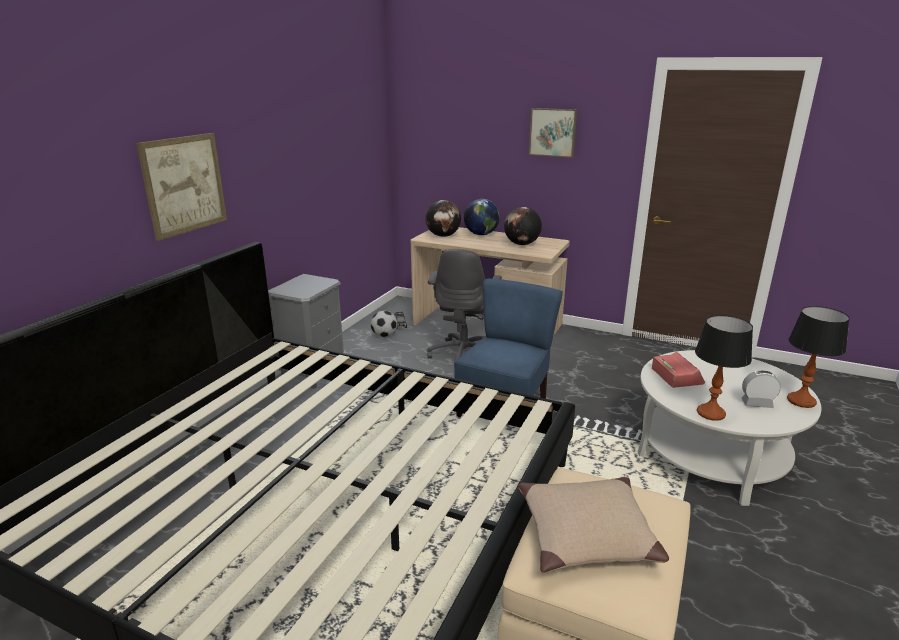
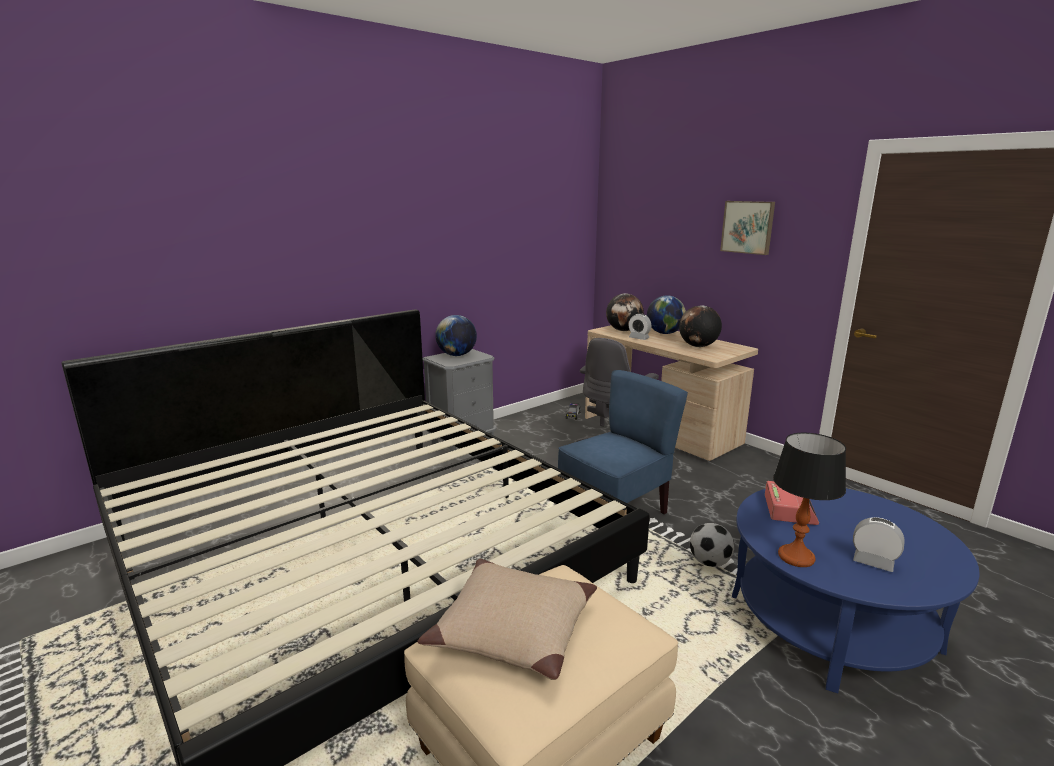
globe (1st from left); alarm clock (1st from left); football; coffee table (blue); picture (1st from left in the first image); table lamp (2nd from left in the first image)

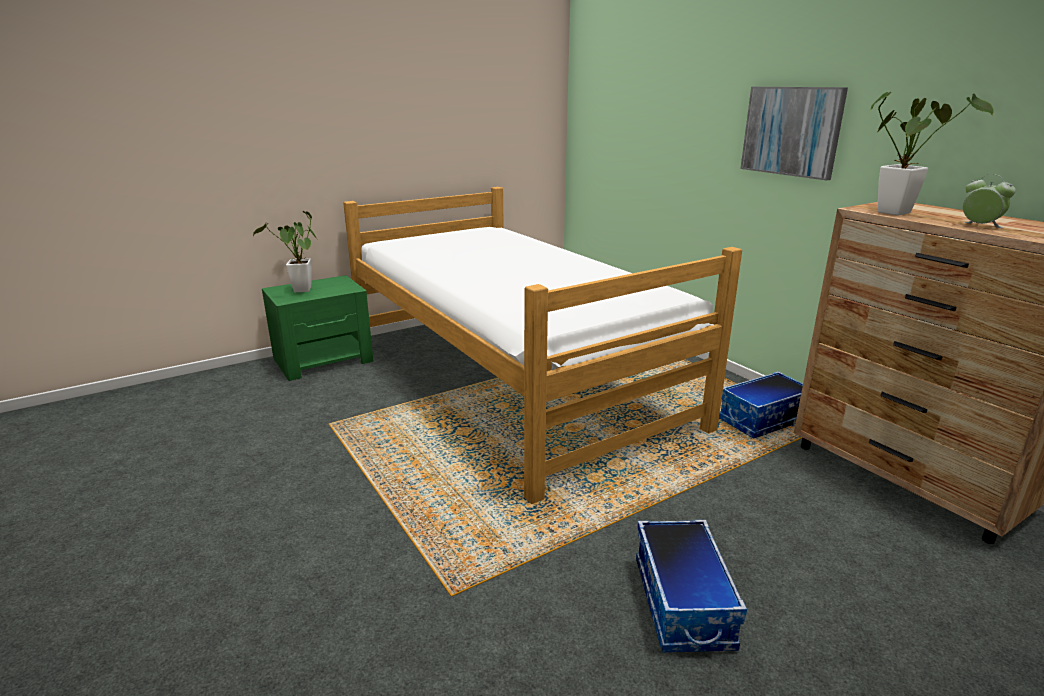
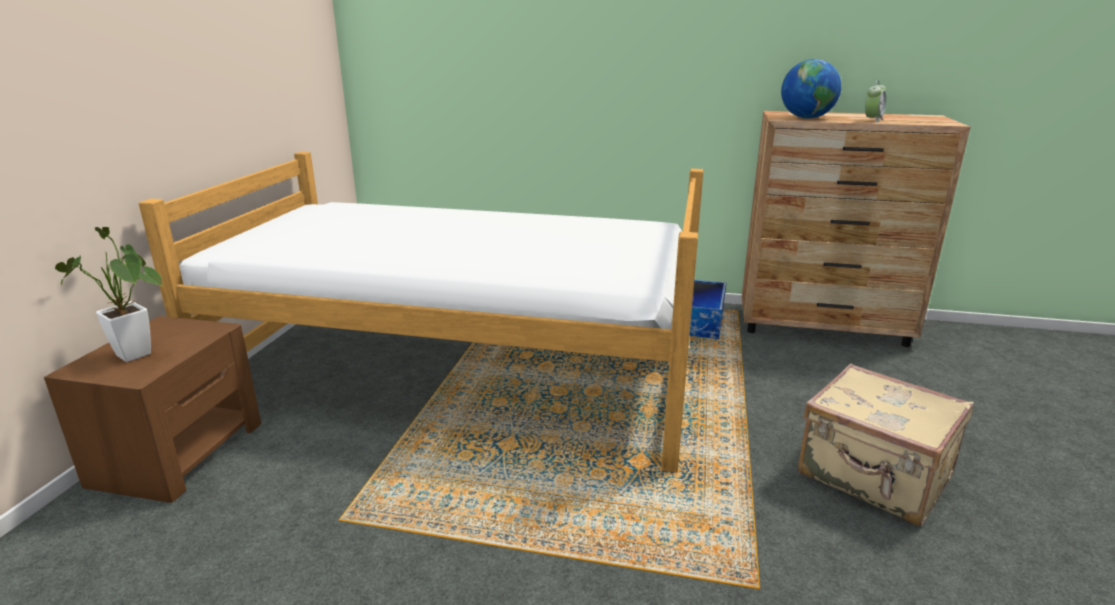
nightstand (brown); globe; suitcase (beige); alarm clock; picture

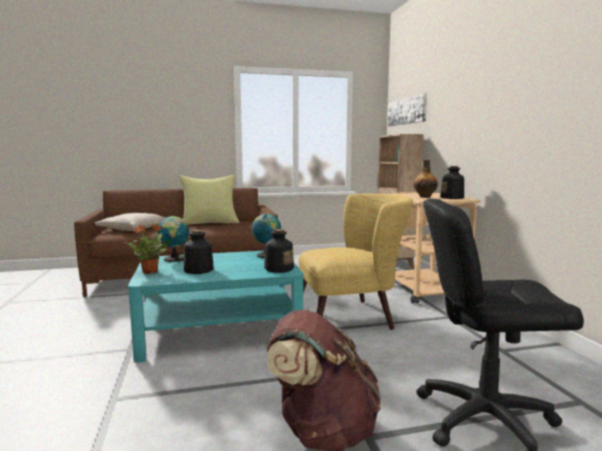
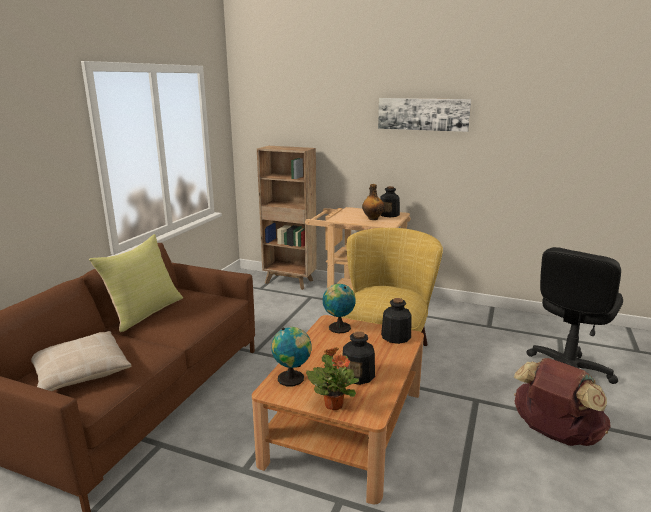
coffee table (brown); picture

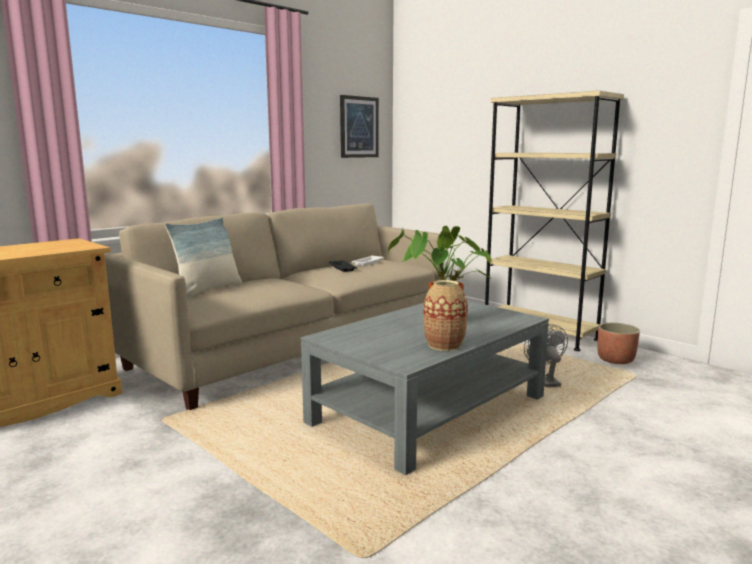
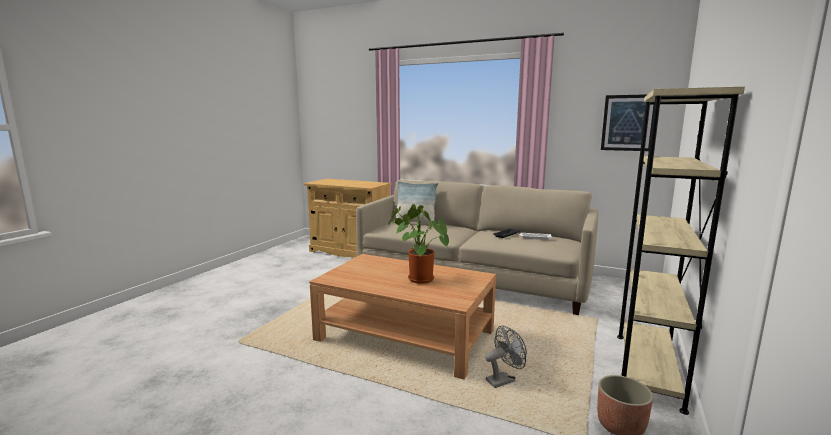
coffee table (brown); vase

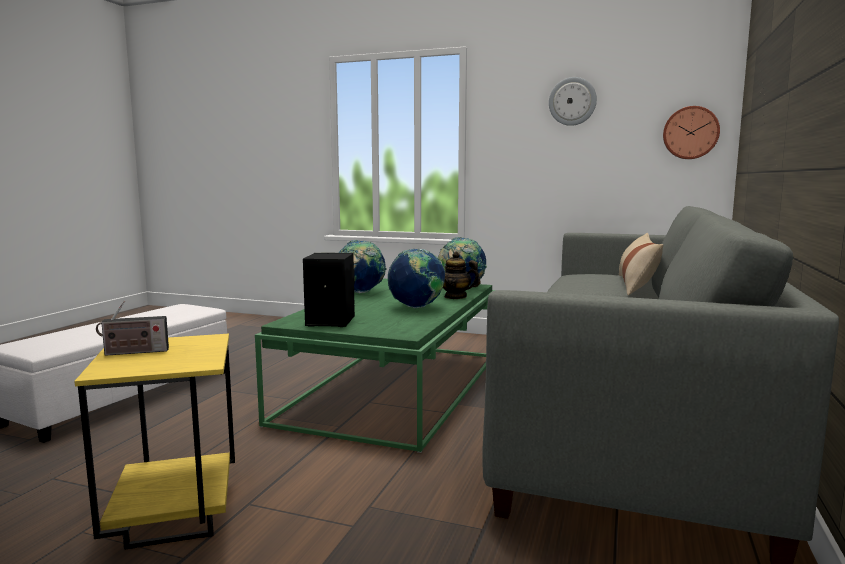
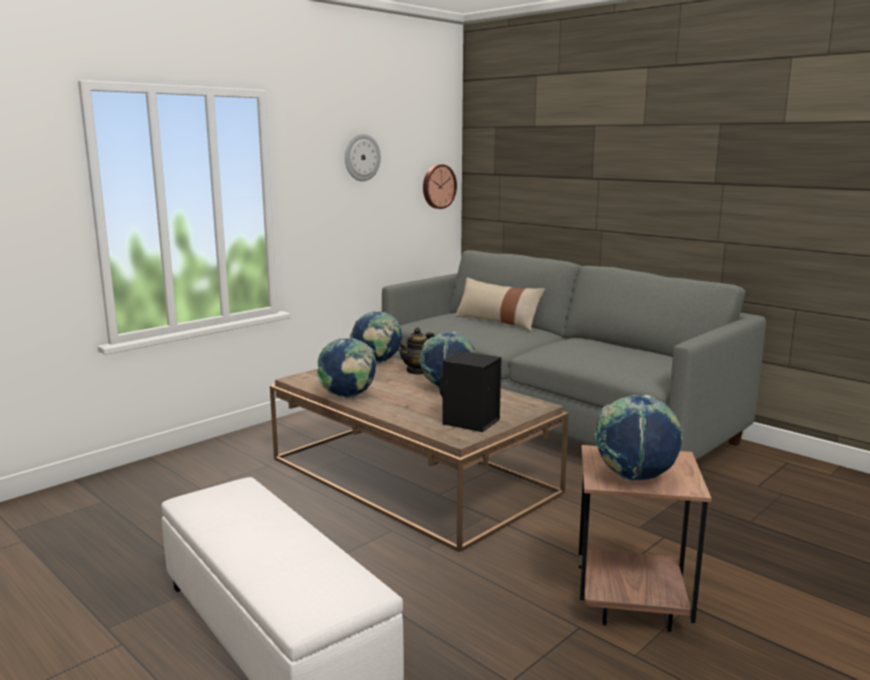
coffee table (brown); side table (brown); globe (4th from left)

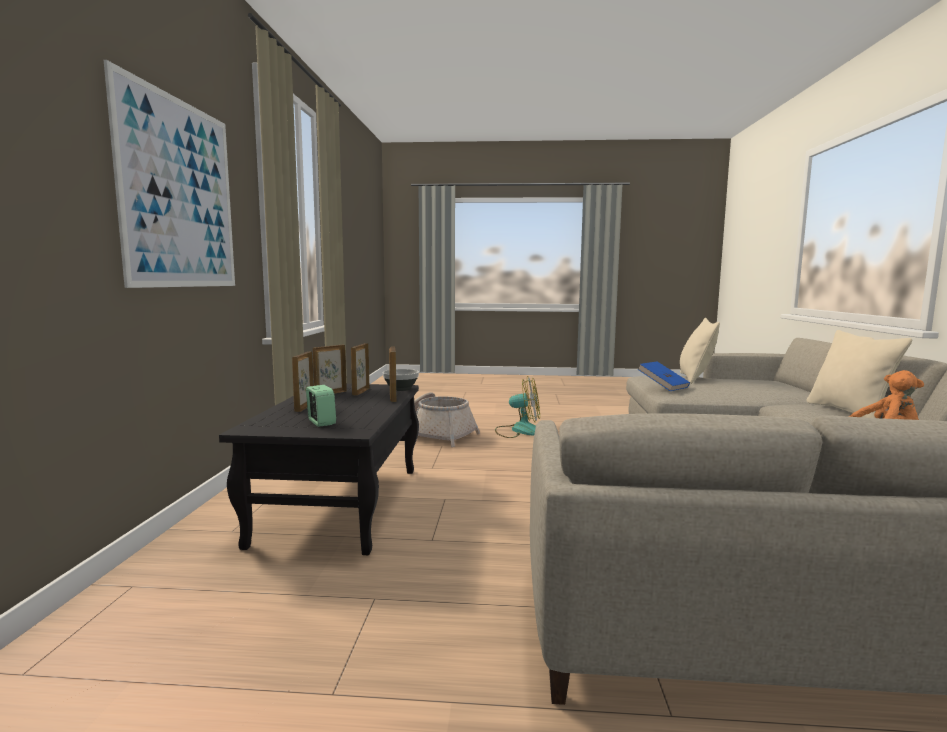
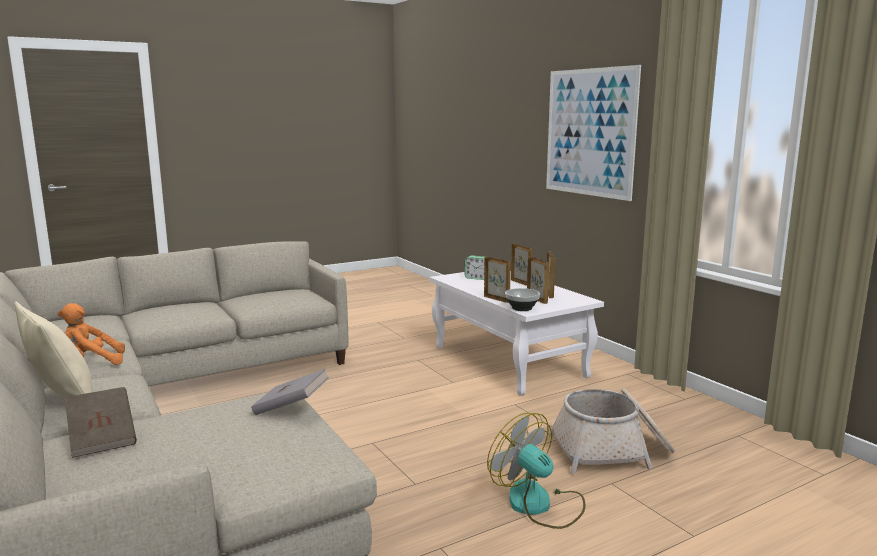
book (brown); book (grey); coffee table (white); fan; pillow (beige) (1st from left in the first image)

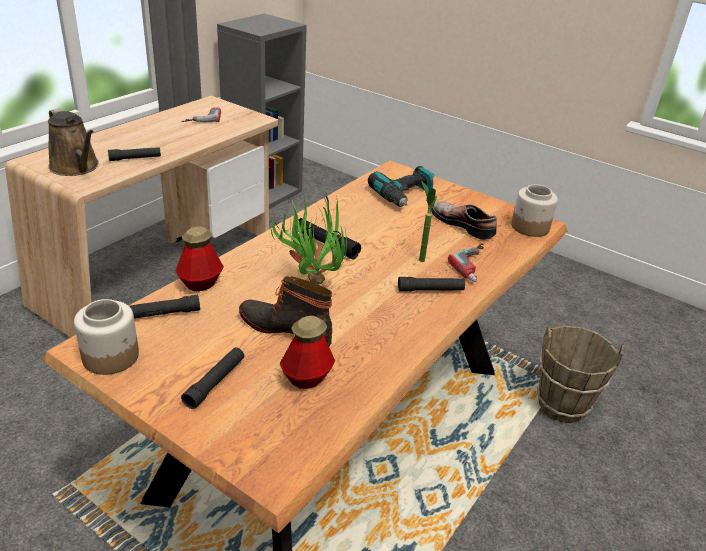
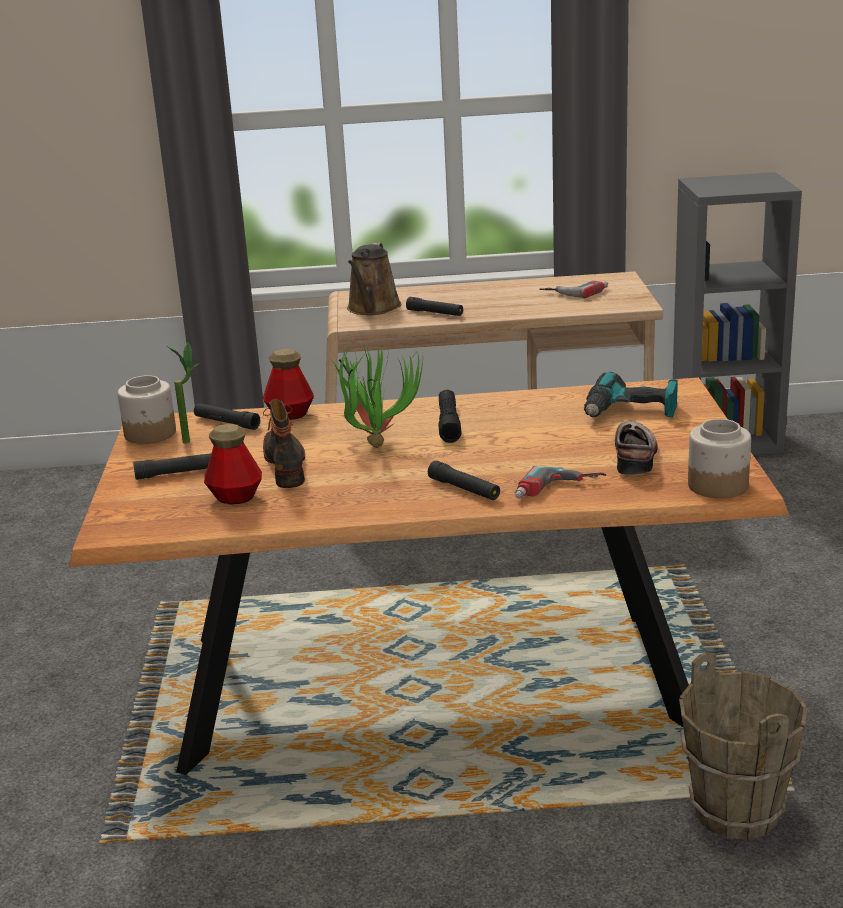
potted plant (1st from left)

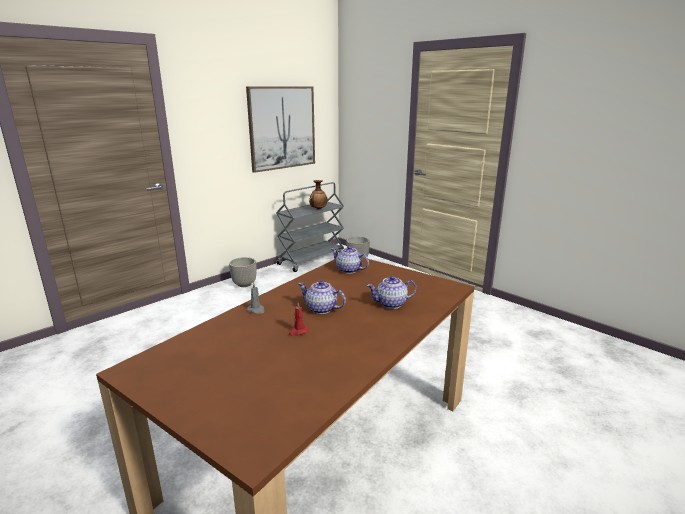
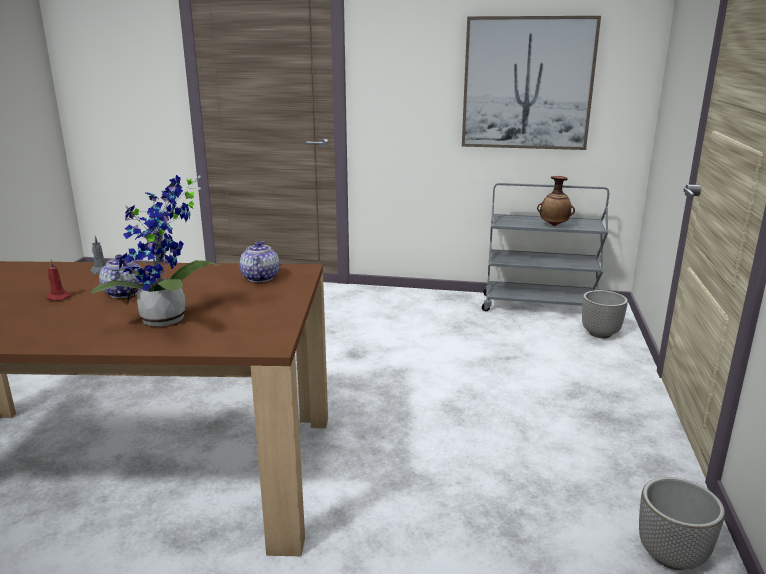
potted plant; planter (2nd from left)

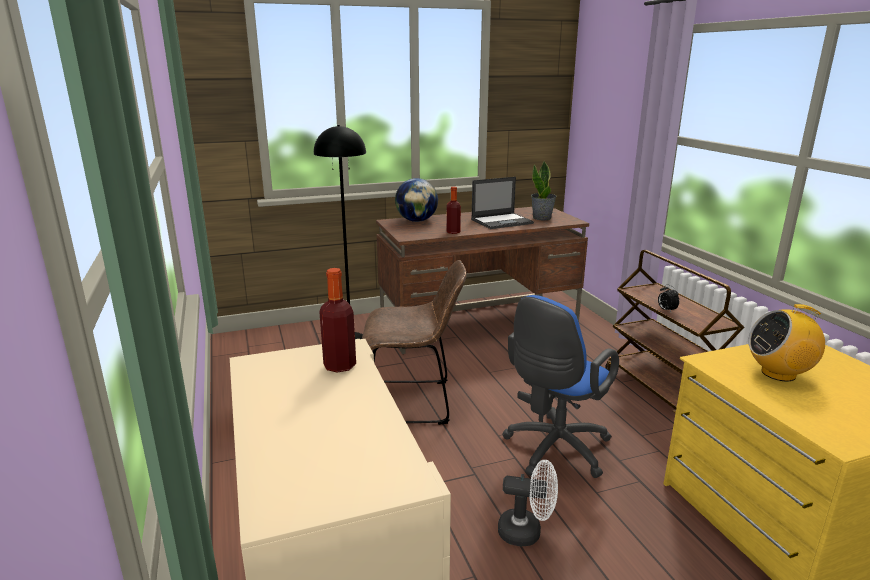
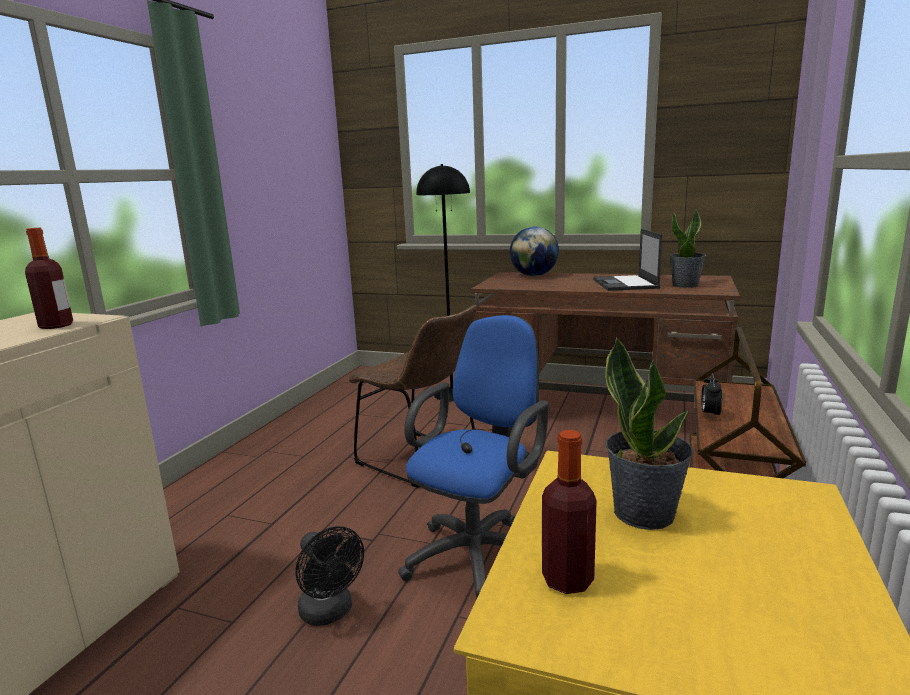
fan (black); office chair (blue); bottle (2nd from left); laptop; potted plant (1st from left)

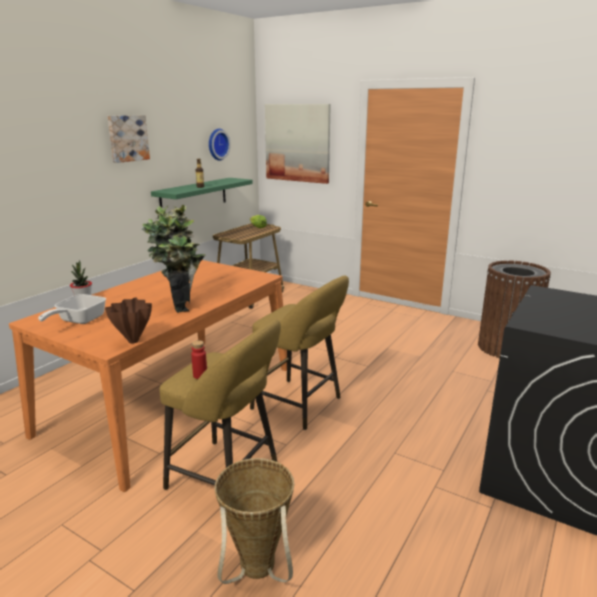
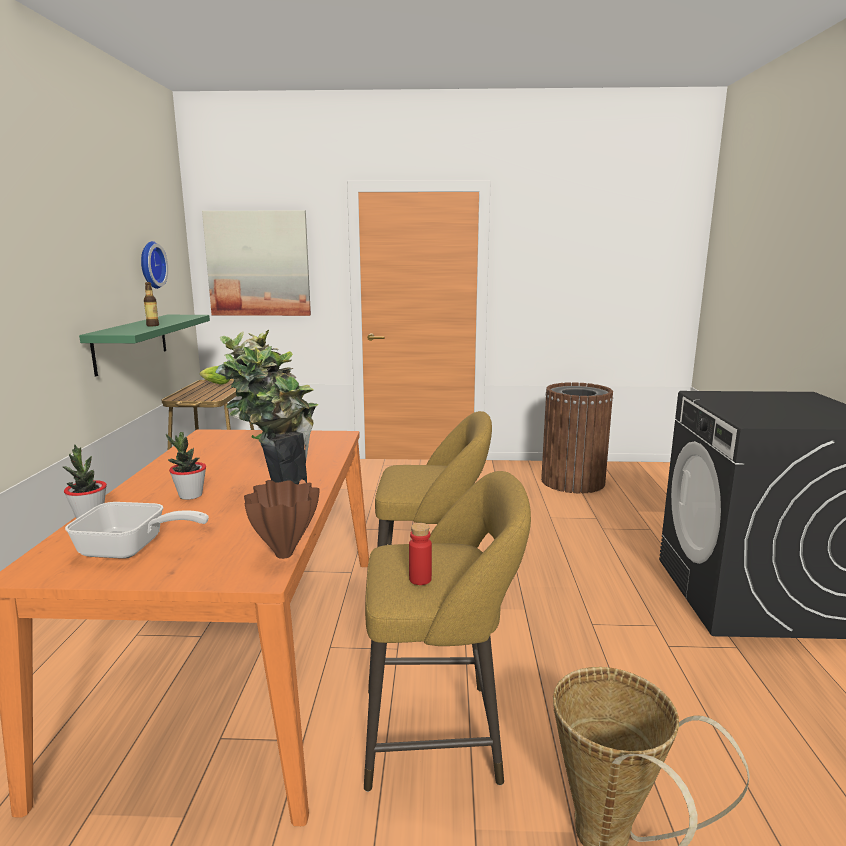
frying pan; potted plant (2nd from left); picture (1st from left in the first image)

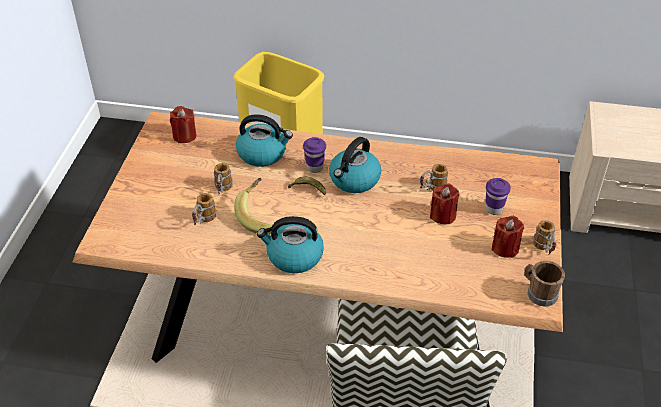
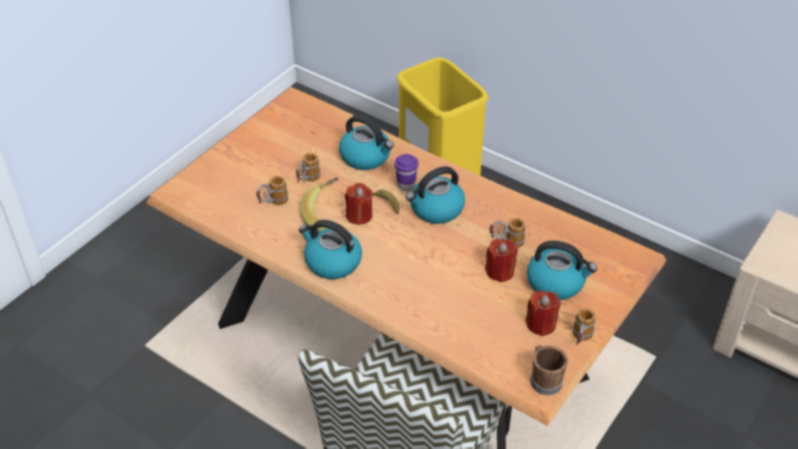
candle (red) (1st from left); kettle (4th from left)

